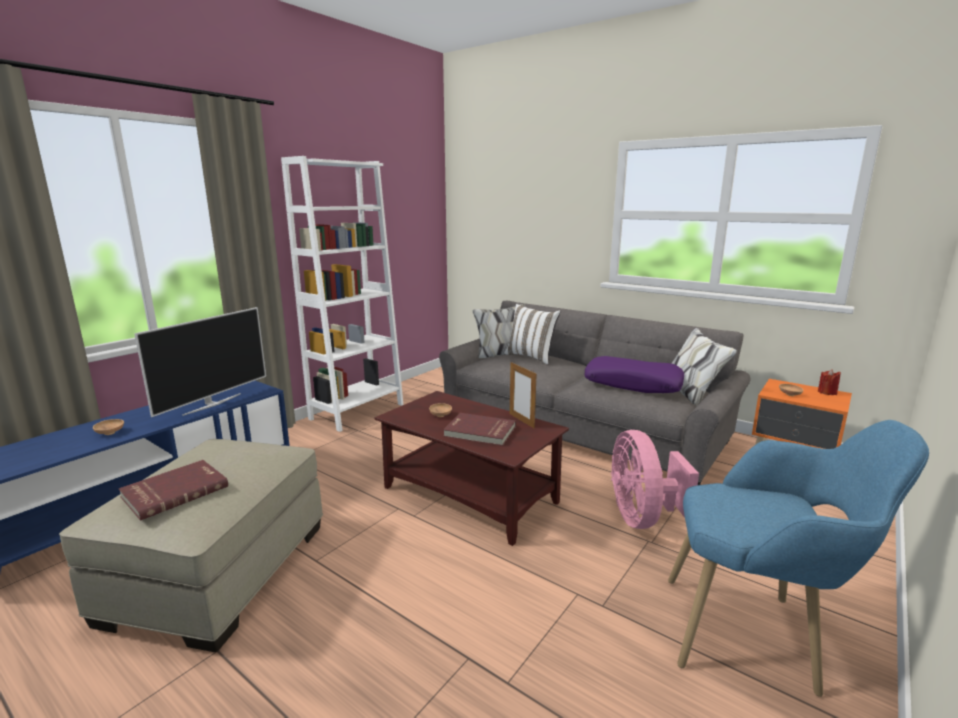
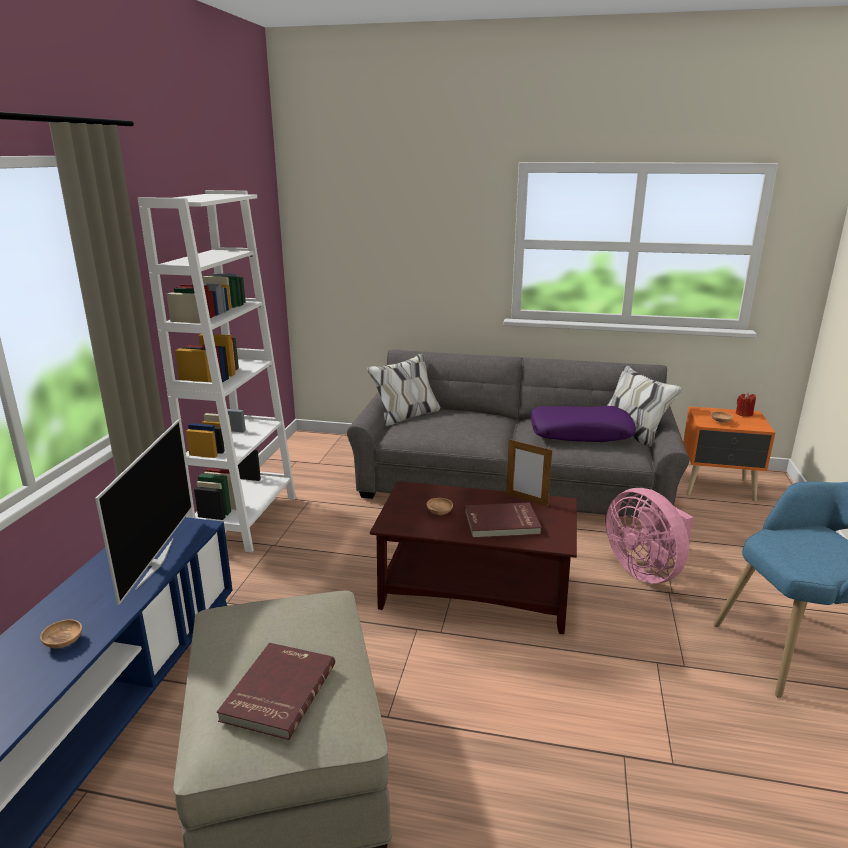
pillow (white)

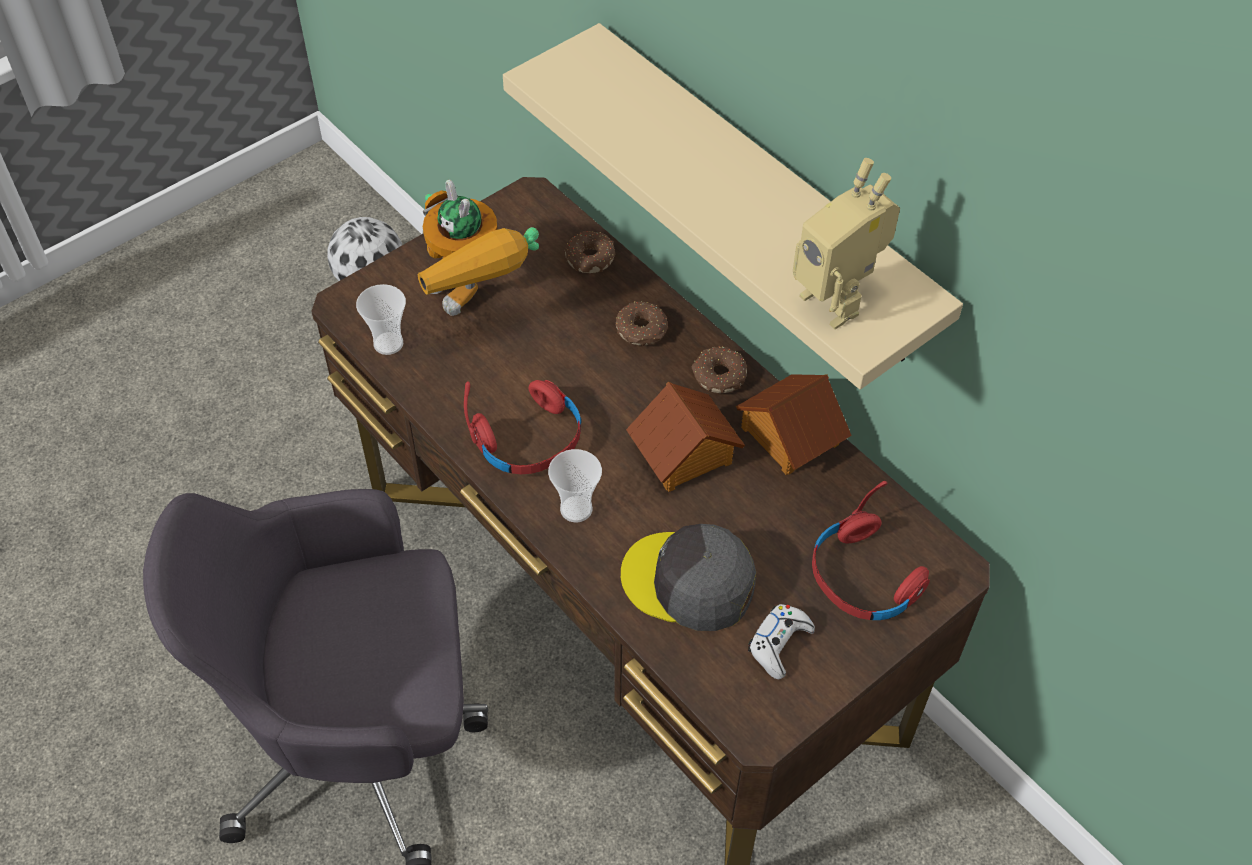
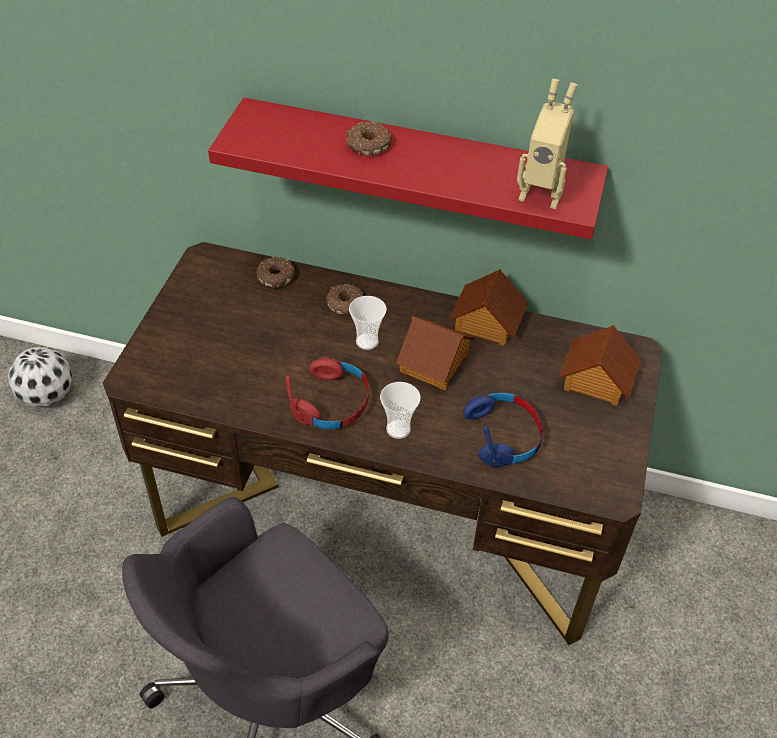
shelf (red); donut (3rd from left); cup (1st from left); headphones (blue); toy house (3rd from left); toy robot (1st from left in the first image); game controller (white)

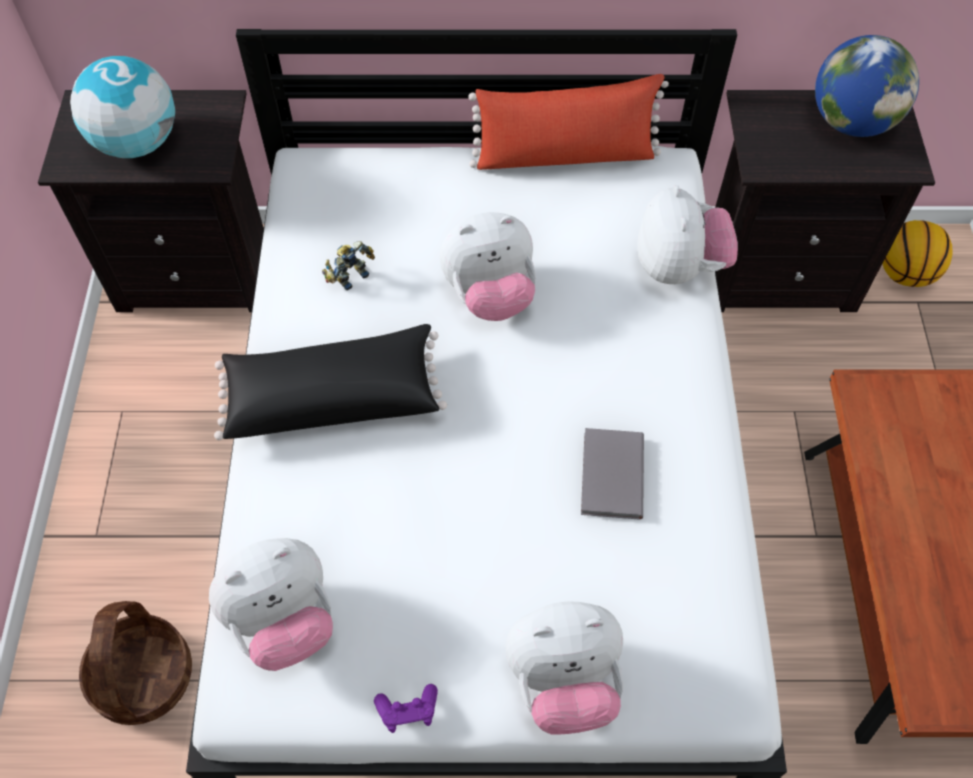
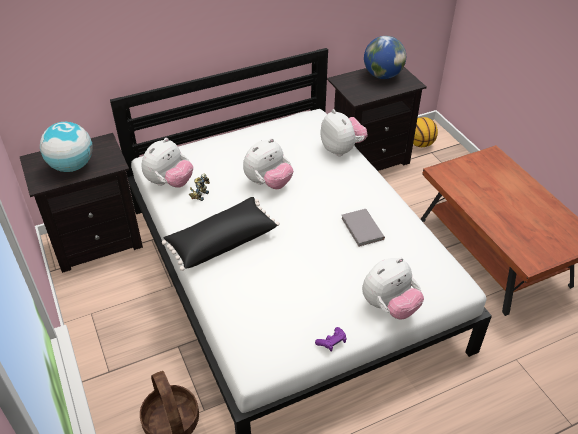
plush toy (1st from left); pillow (red)

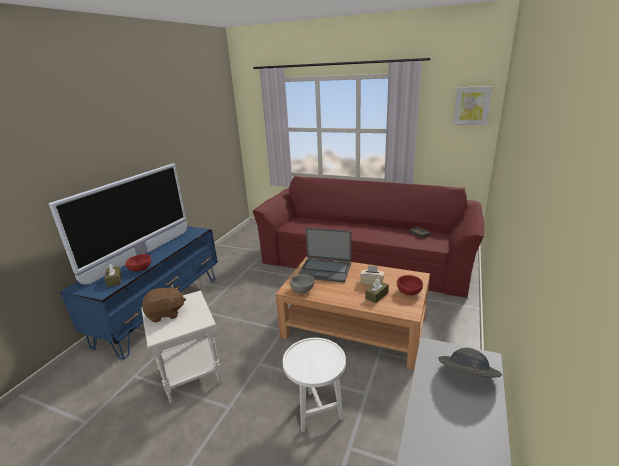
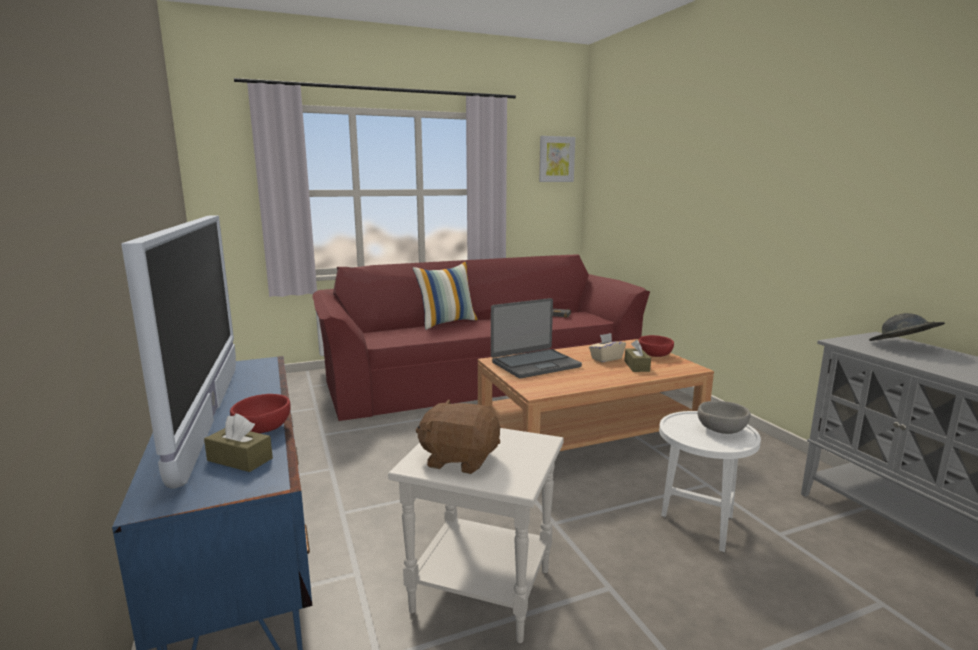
pillow; plush toy (brown); bowl (grey)

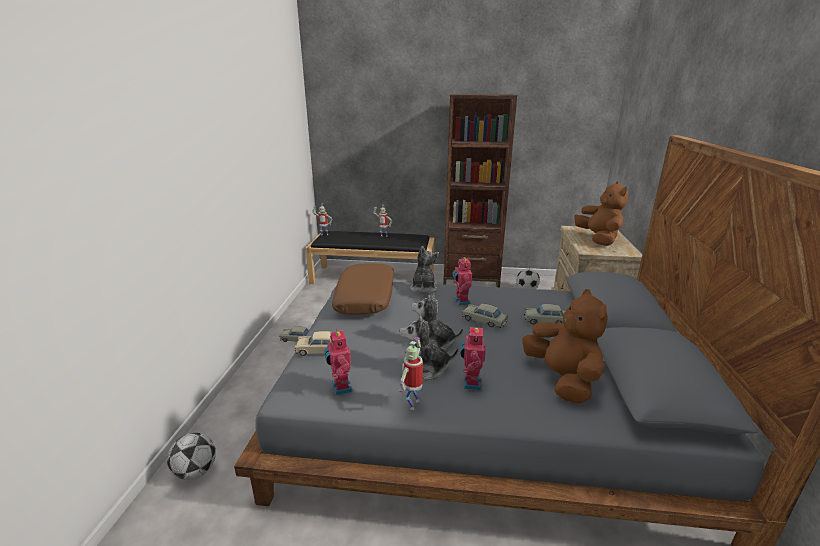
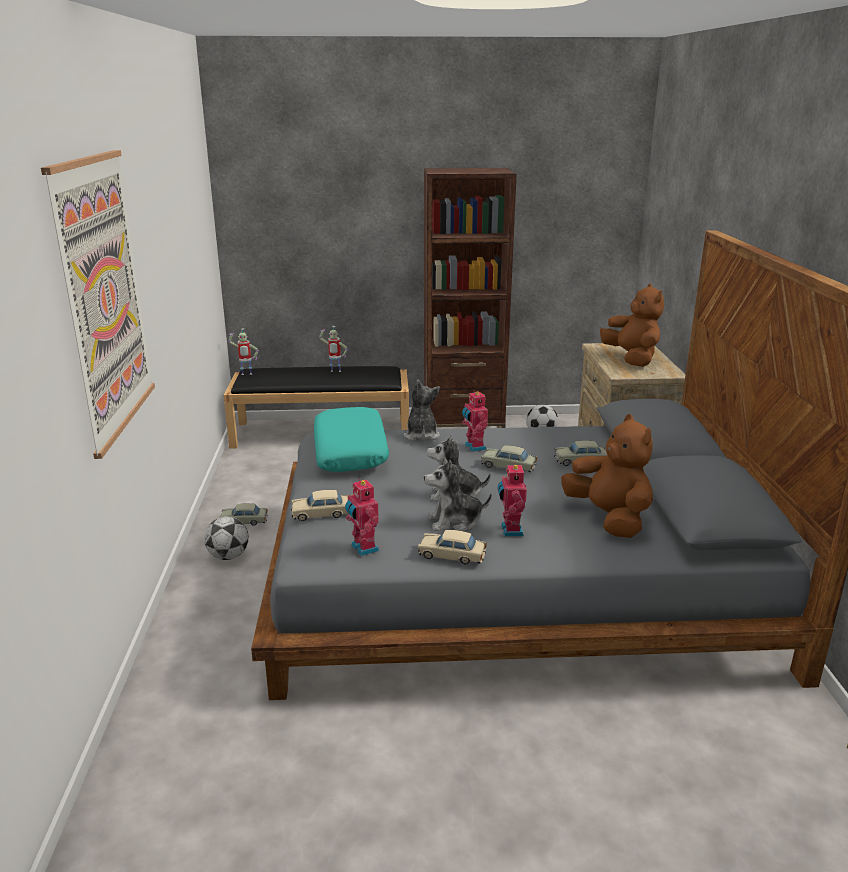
picture; football (1st from left); pillow (turquoise); toy car (beige) (3rd from left)

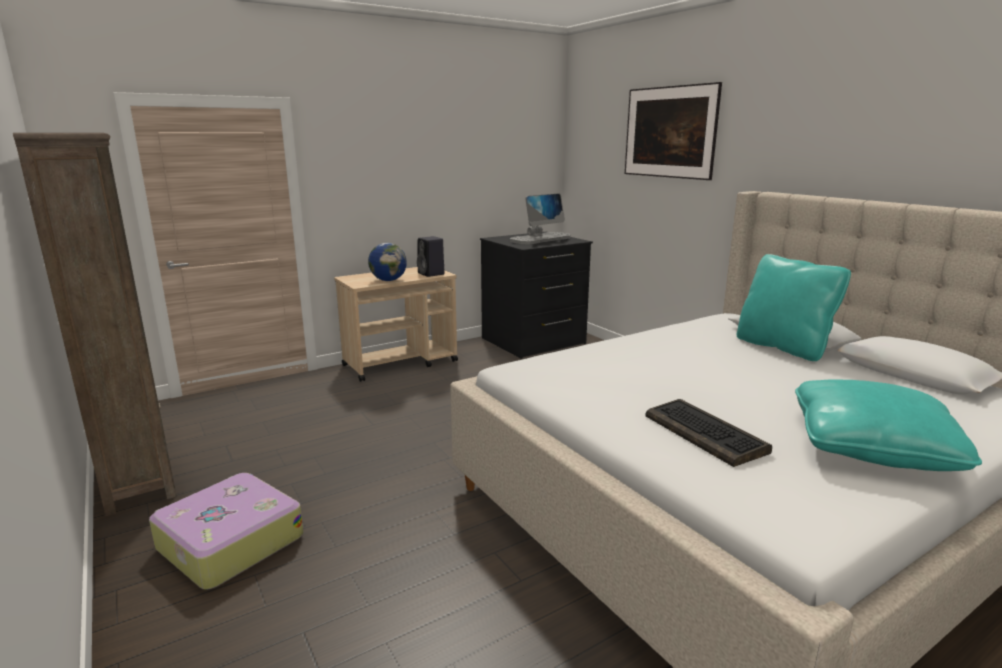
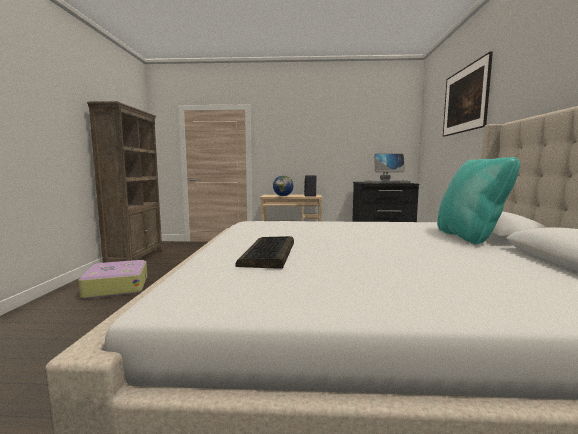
pillow (turquoise) (2nd from left in the first image)

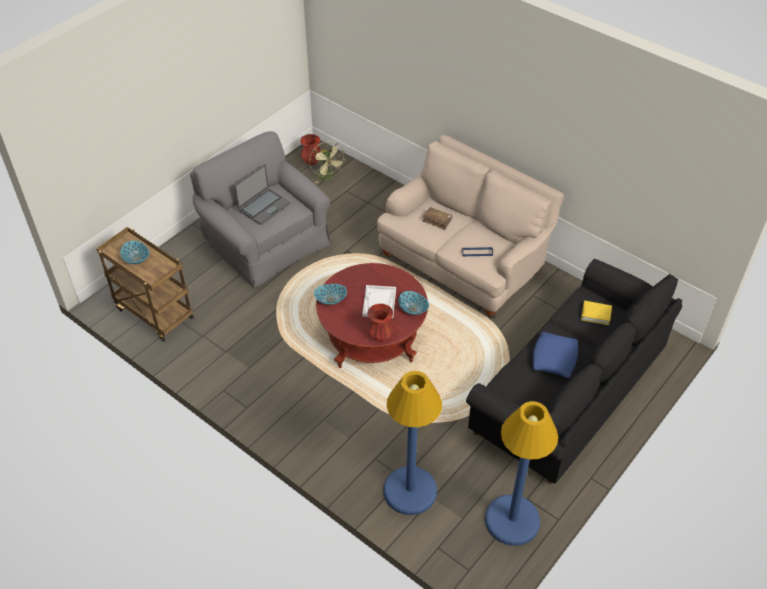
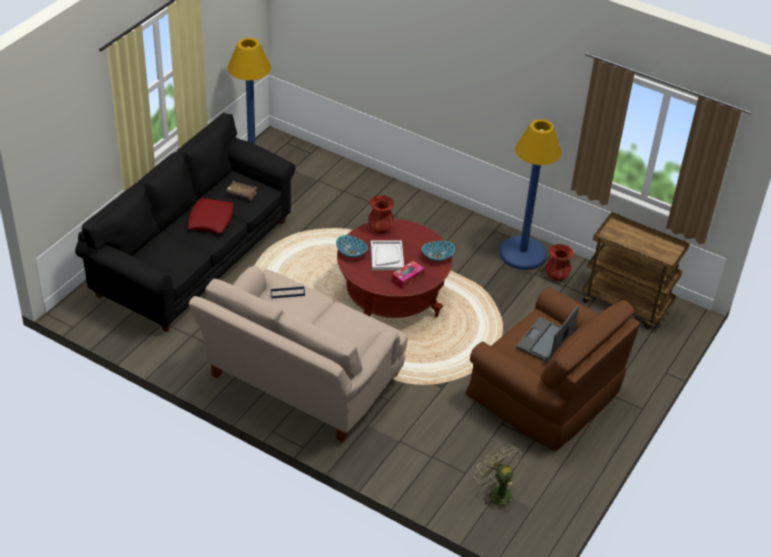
pillow (red); book (brown); tissue box; armchair (brown); floor lamp (blue) (2nd from left); vase (red) (2nd from left); bowl (1st from left in the first image); book (yellow)

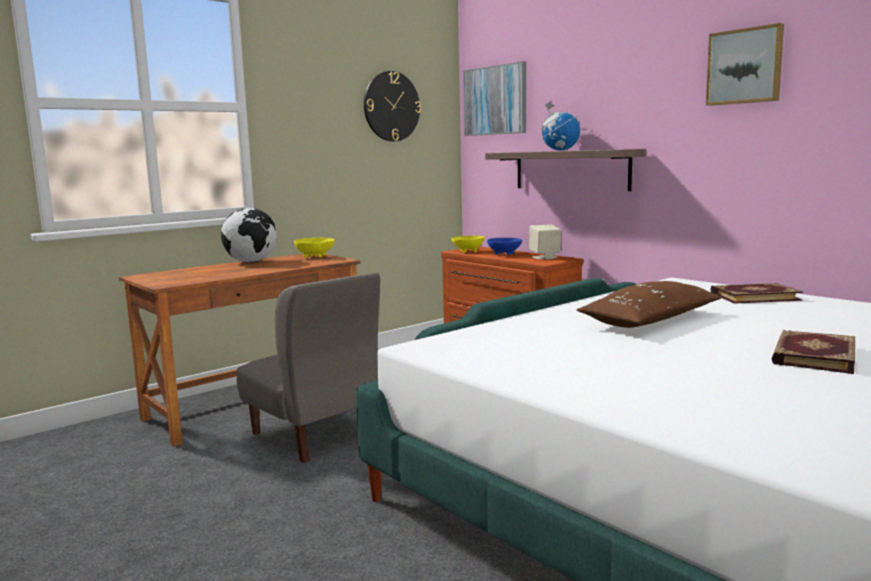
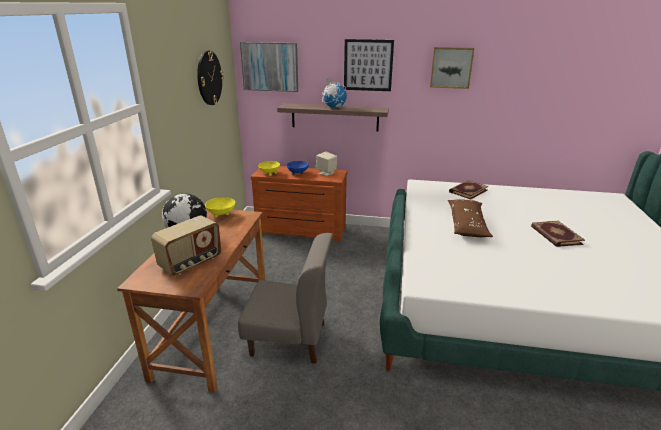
radio; picture (2nd from left)

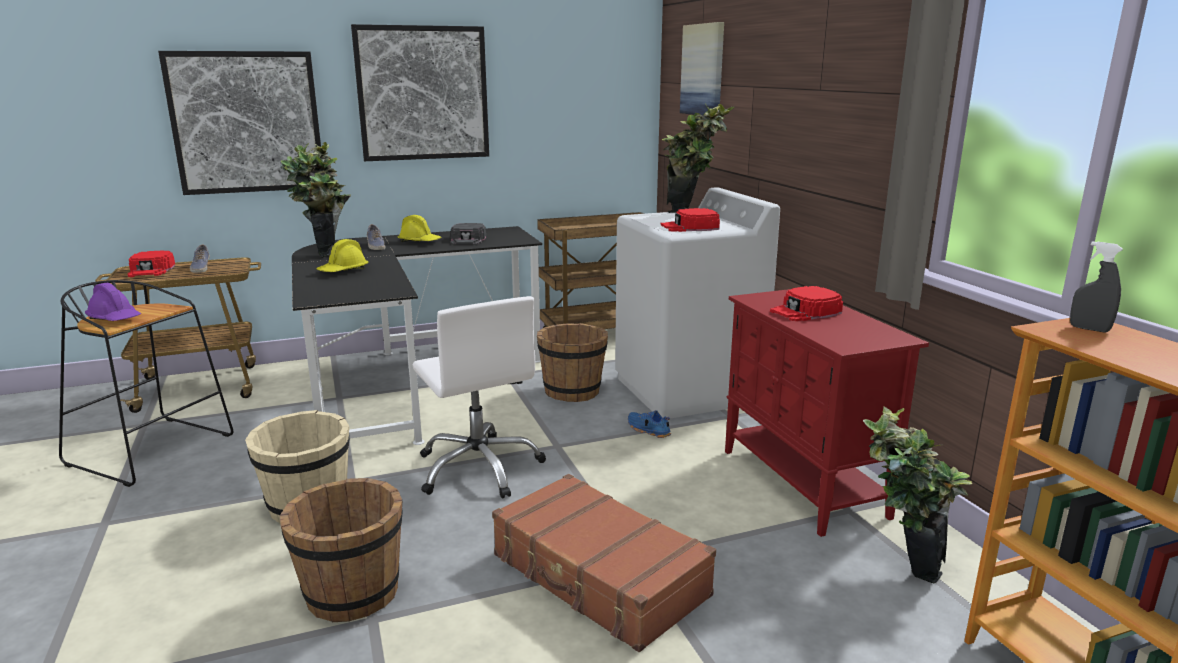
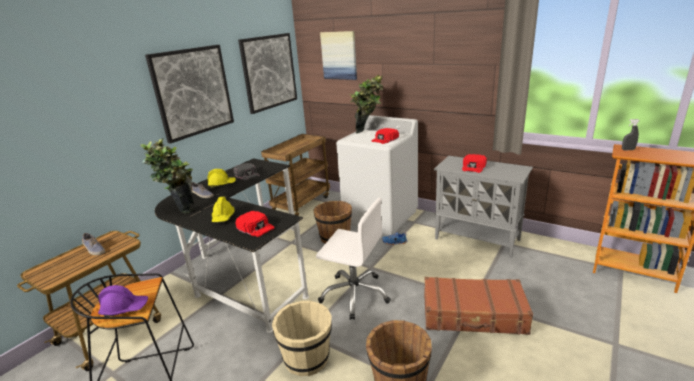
cap (red) (1st from left); picture (2nd from left); cabinet (grey); potted plant (3rd from left in the first image)

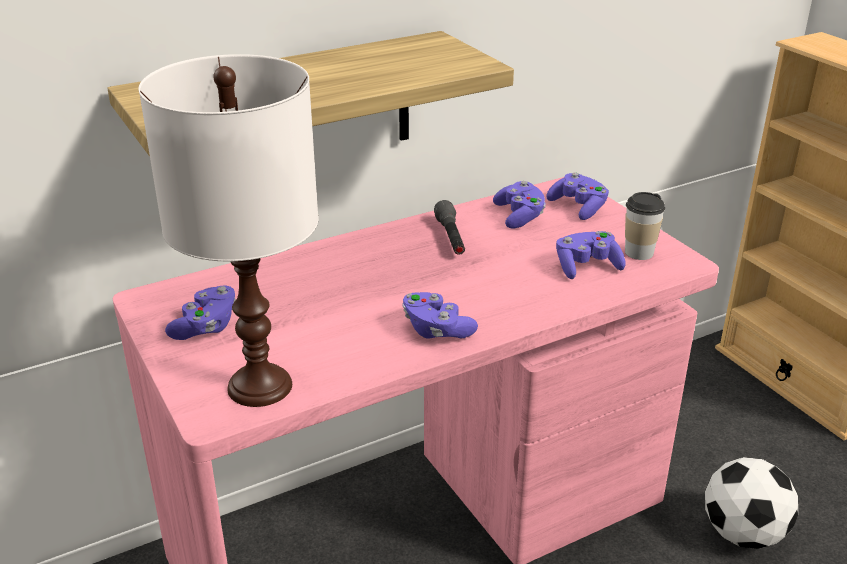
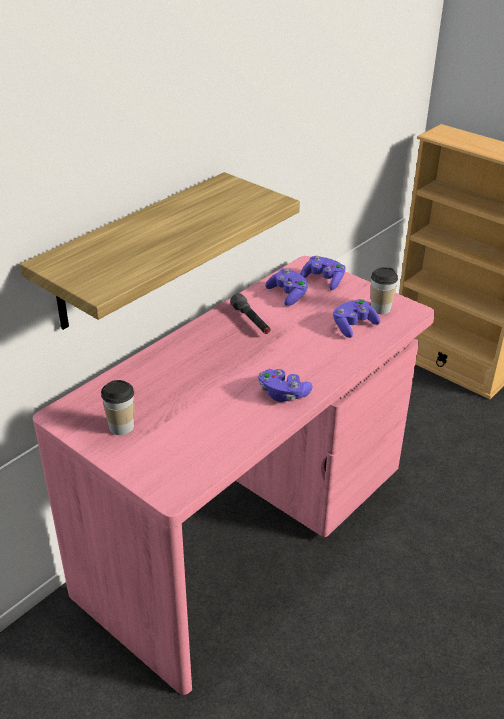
cup (1st from left); table lamp (white); football

